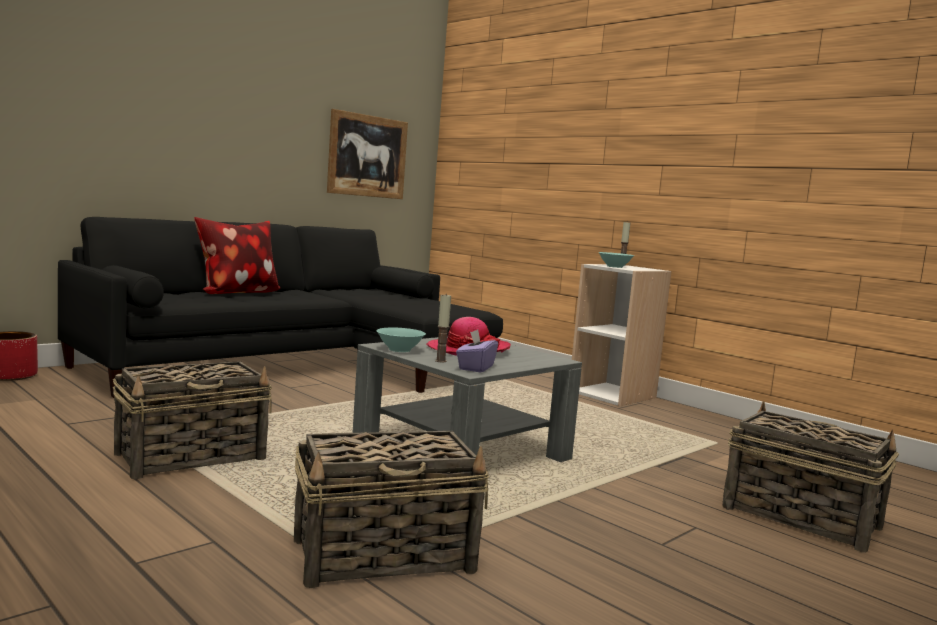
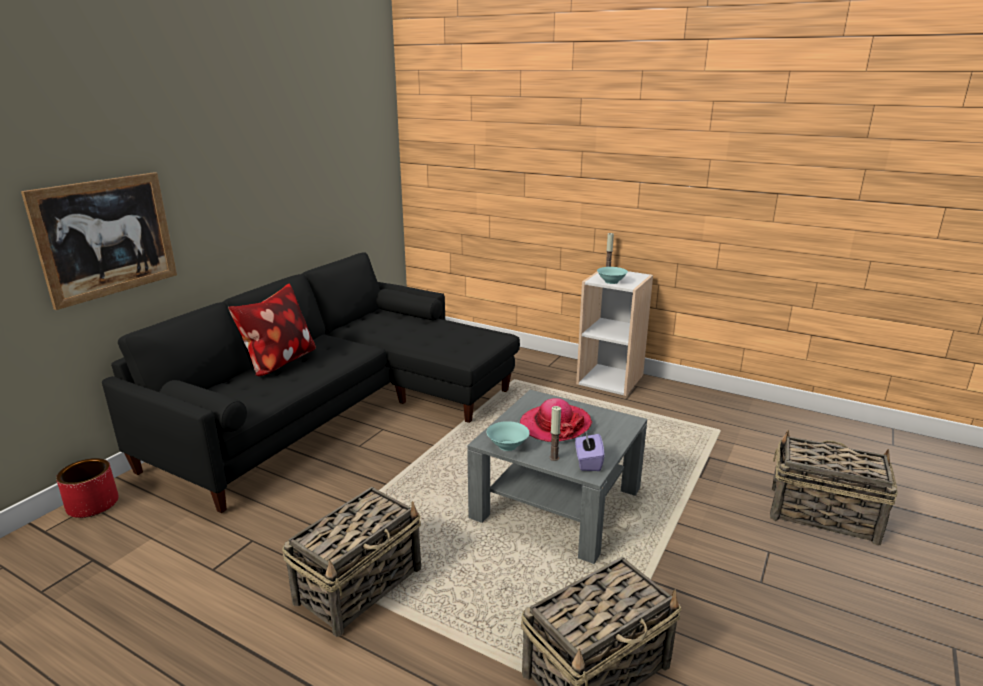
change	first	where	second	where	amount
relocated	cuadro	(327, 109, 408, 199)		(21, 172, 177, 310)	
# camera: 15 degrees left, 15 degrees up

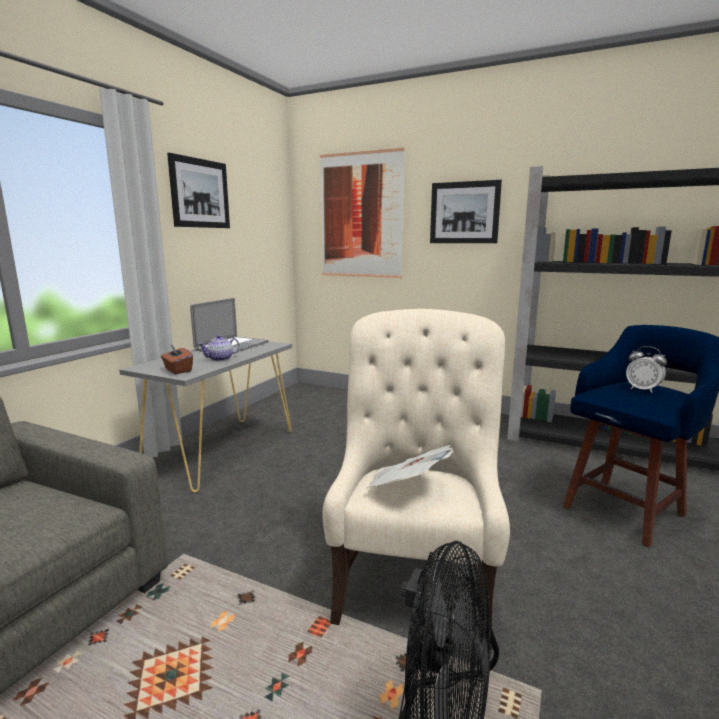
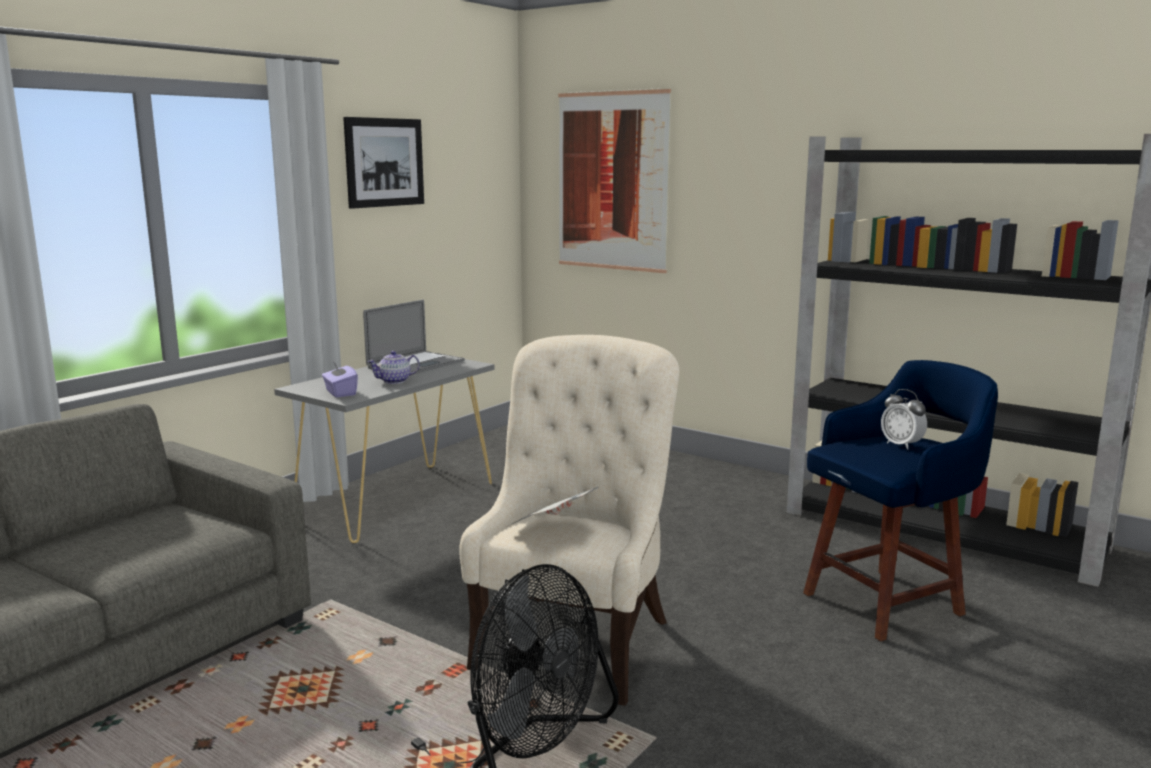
change	first	where	second	where	amount
missing	cuadro	(430, 180, 502, 243)			
colour	caja de pañuelos (marrón)	(161, 344, 193, 374)	caja de pañuelos (morado)	(322, 361, 358, 398)	
# camera: 10 degrees right, 0 degrees up

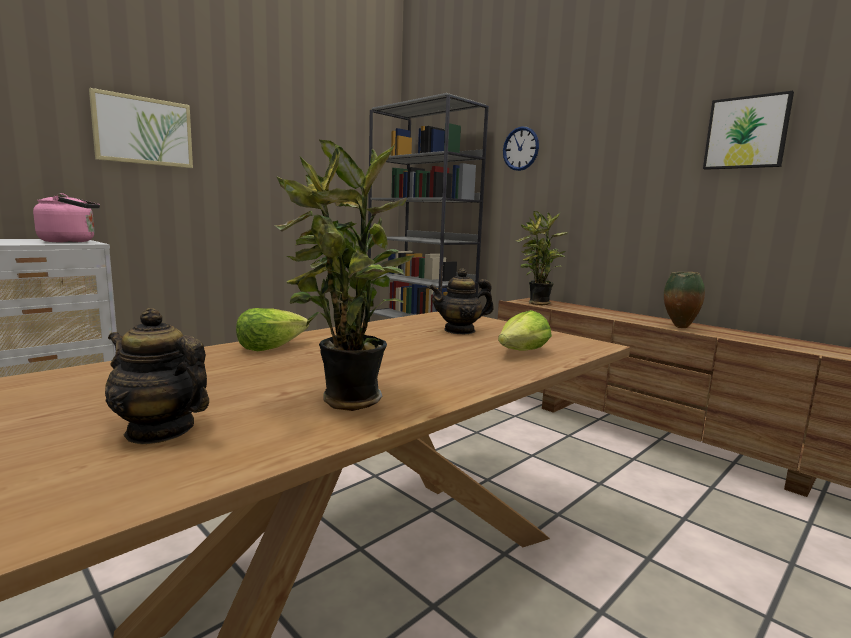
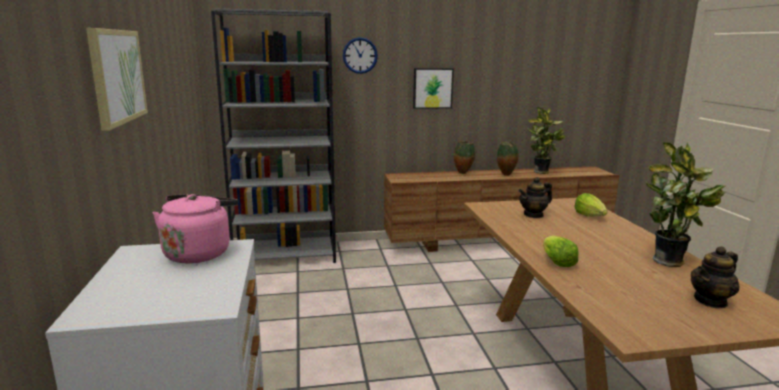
change	first	where	second	where	amount
appeared			florero	(454, 140, 475, 174)	
relocated	planta en maceta	(516, 211, 568, 305)		(528, 107, 565, 174)	
relocated	cuadro	(703, 91, 794, 170)		(413, 68, 454, 109)	
spun	tetera	(429, 268, 494, 334)		(519, 177, 552, 218)	45 degrees clockwise
# camera: 55 degrees left, 5 degrees up

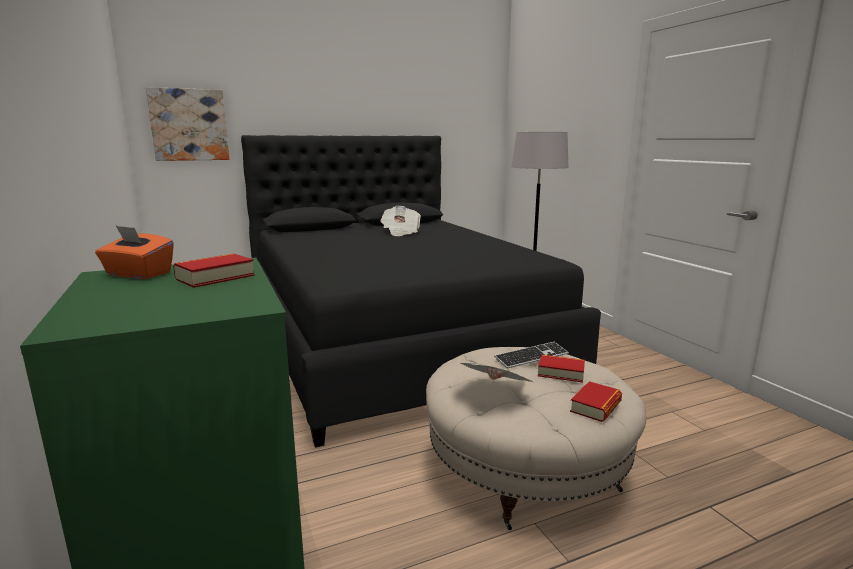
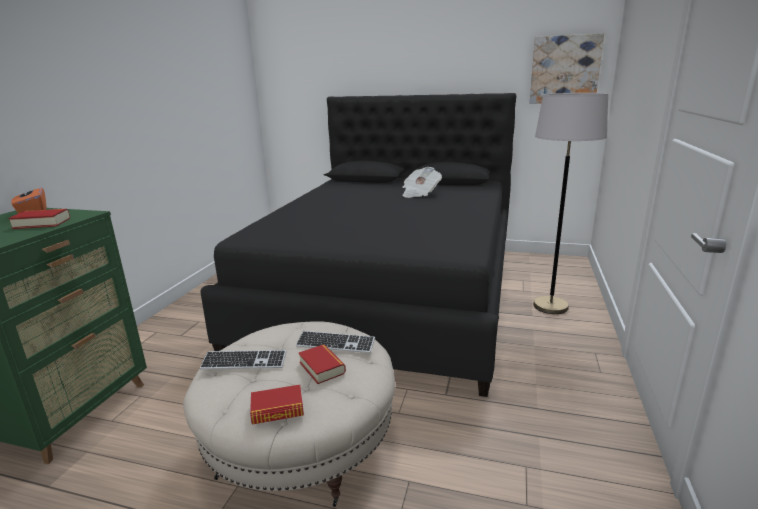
change	first	where	second	where	amount
relocated	cuadro	(146, 87, 229, 161)		(530, 33, 604, 104)	
exchanged	periódico	(454, 361, 533, 382)	teclado	(200, 350, 287, 369)	
# camera: 40 degrees right, 5 degrees up

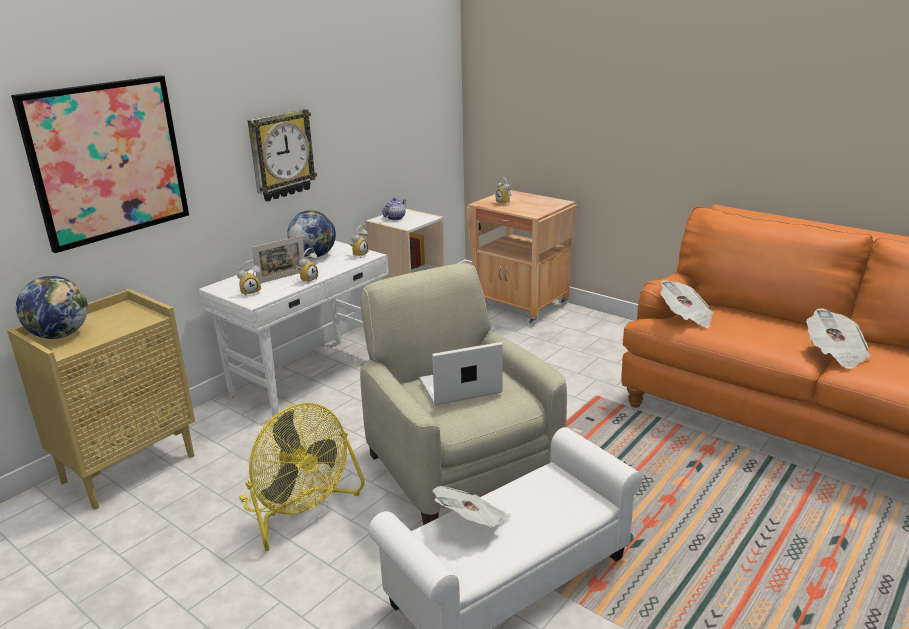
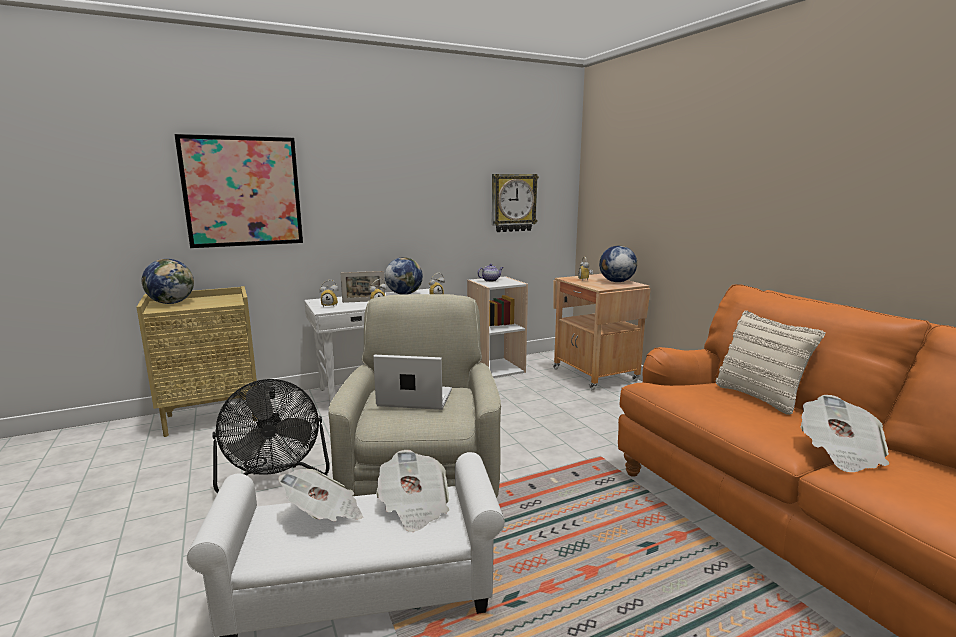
change	first	where	second	where	amount
appeared			globo terráqueo	(599, 245, 637, 282)	
appeared			cojín (beis)	(716, 310, 826, 415)	
relocated	reloj de pared	(248, 109, 317, 201)		(492, 174, 539, 232)	
relocated	periódico	(660, 280, 714, 328)		(376, 450, 449, 532)	
colour	ventilador (amarillo)	(239, 403, 365, 551)	ventilador (negro)	(212, 379, 330, 493)	
# camera: 25 degrees right, 10 degrees down

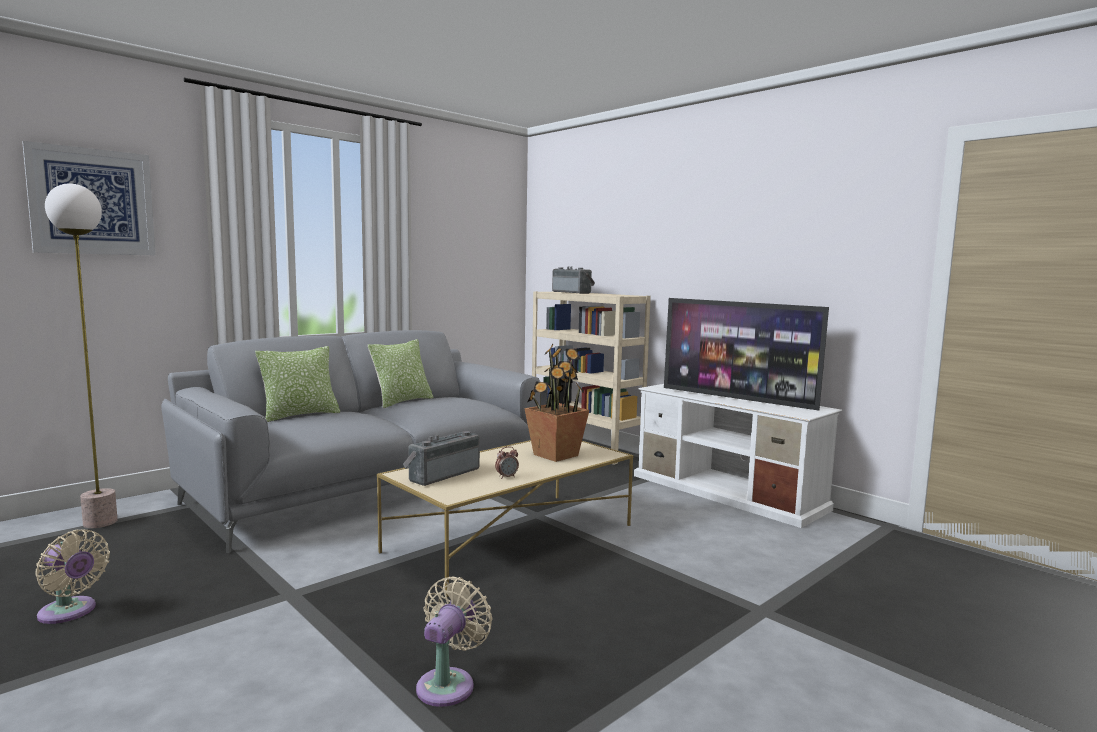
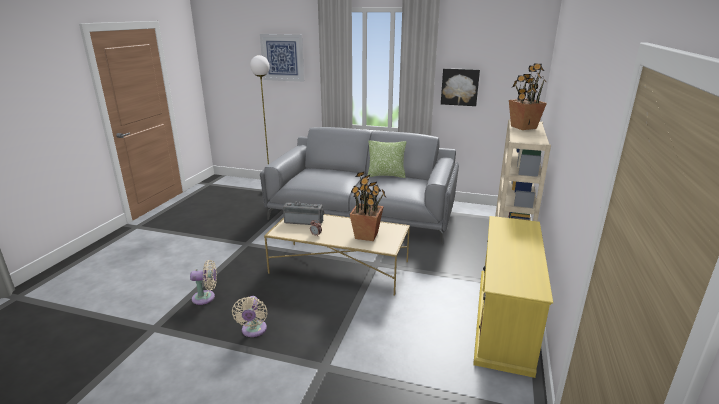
change	first	where	second	where	amount
missing	cojín	(255, 346, 340, 422)			
missing	televisor	(664, 298, 829, 410)			
appeared			cuadro	(441, 68, 480, 106)	
relocated	ventilador (beis)	(35, 530, 110, 624)		(232, 296, 268, 337)	
exchanged	radio	(552, 266, 595, 294)	planta en maceta	(509, 63, 547, 130)	
colour	mueble de televisión (blanco)	(634, 384, 842, 528)	mueble de televisión (amarillo)	(473, 216, 553, 378)	
# camera: 60 degrees right, 15 degrees up

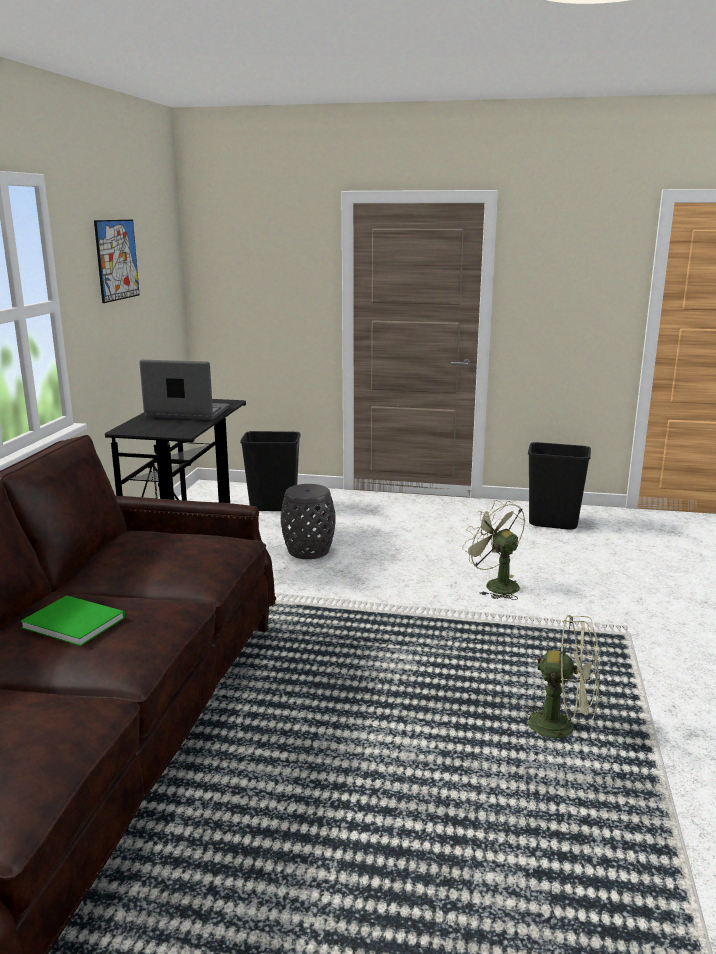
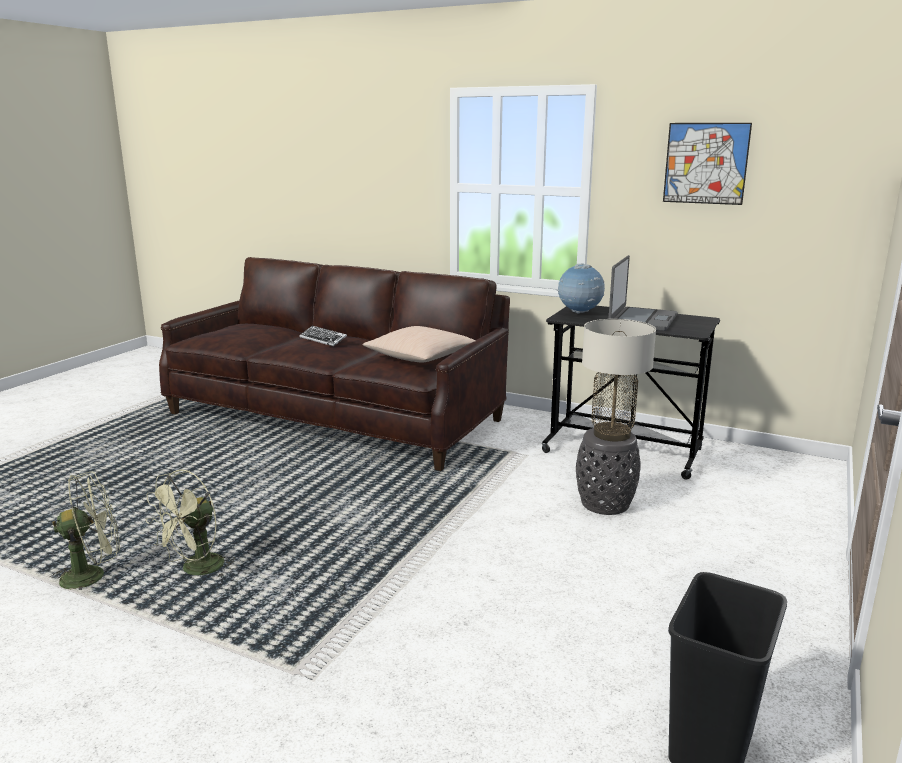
change	first	where	second	where	amount
missing	papelera (negro)	(240, 431, 301, 511)			
appeared			cojín (beis)	(362, 326, 476, 362)	
appeared			globo terráqueo	(557, 263, 605, 314)	
appeared			lámpara de mesa	(582, 319, 656, 441)	
relocated	ventilador (verde)	(462, 500, 525, 600)		(52, 472, 120, 590)	
exchanged	libro (verde)	(21, 595, 125, 646)	teclado	(299, 326, 347, 346)	
# camera: 105 degrees right, 0 degrees up

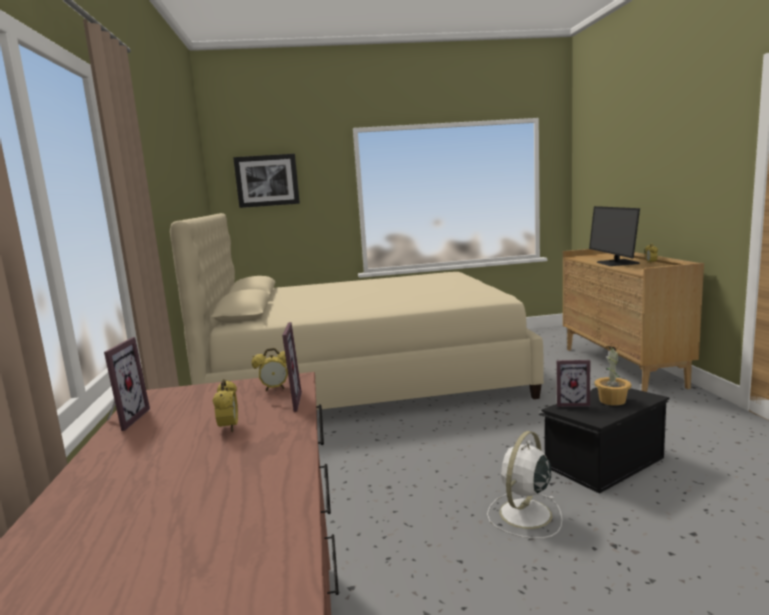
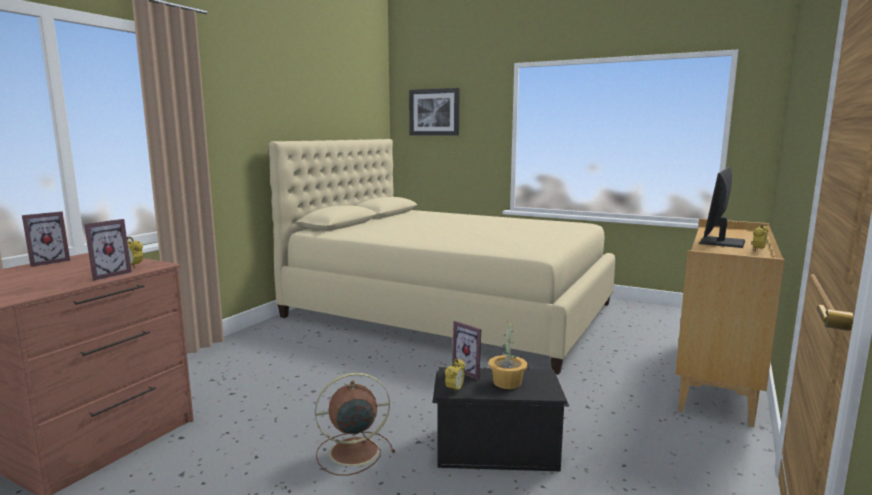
change	first	where	second	where	amount
relocated	despertador	(213, 379, 238, 432)		(445, 359, 465, 394)	
colour	ventilador (blanco)	(487, 431, 562, 539)	ventilador (marrón)	(315, 373, 395, 476)	
# camera: 35 degrees right, 0 degrees up

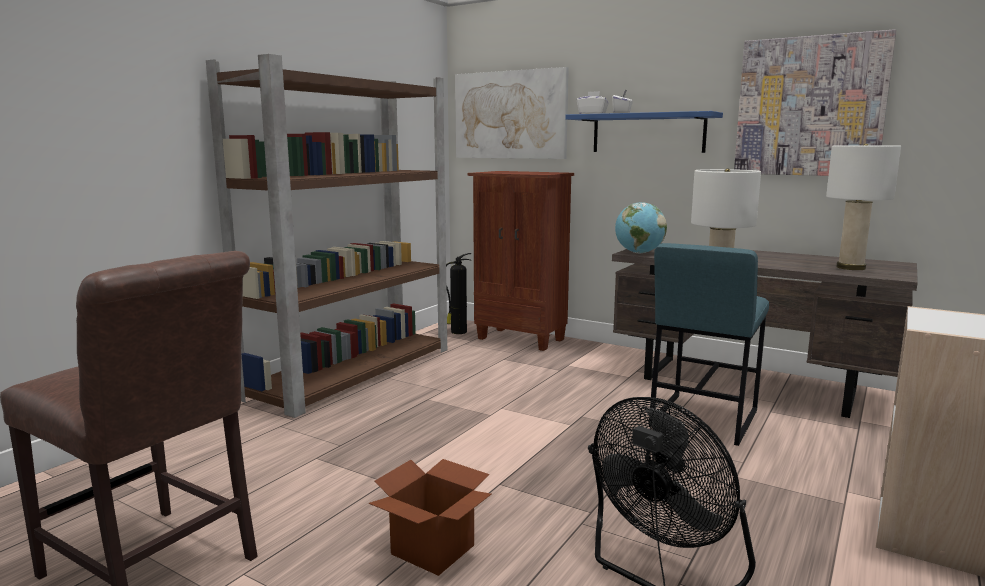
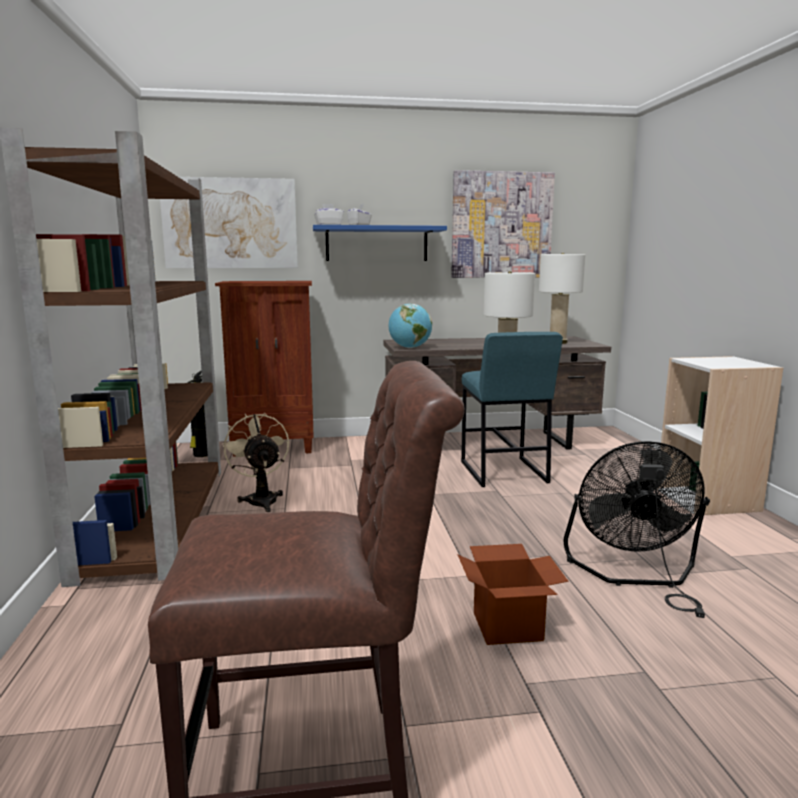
change	first	where	second	where	amount
appeared			ventilador (beis)	(222, 413, 289, 512)	
# camera: 40 degrees left, 0 degrees up

